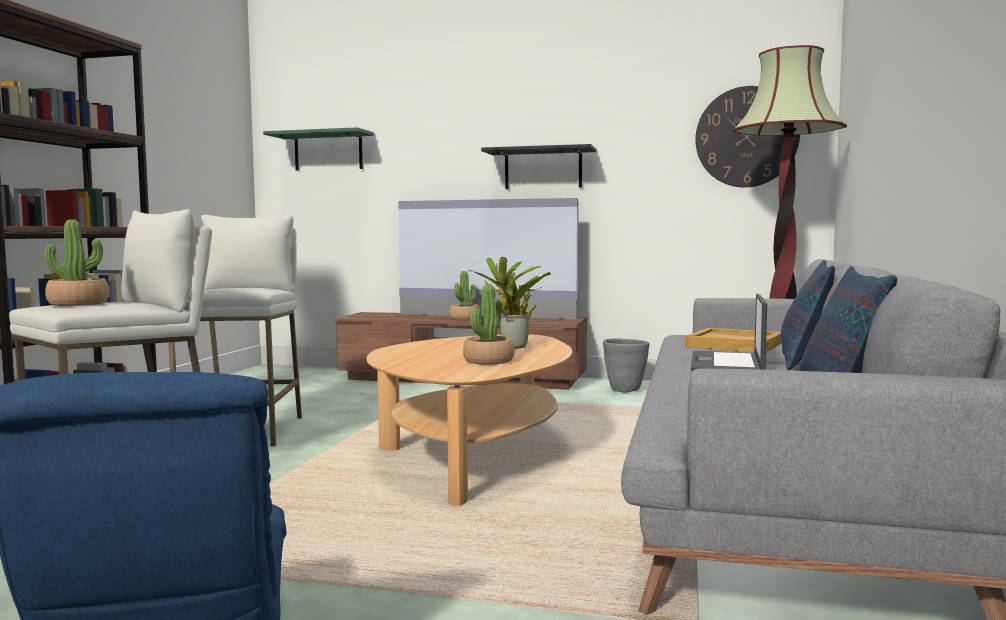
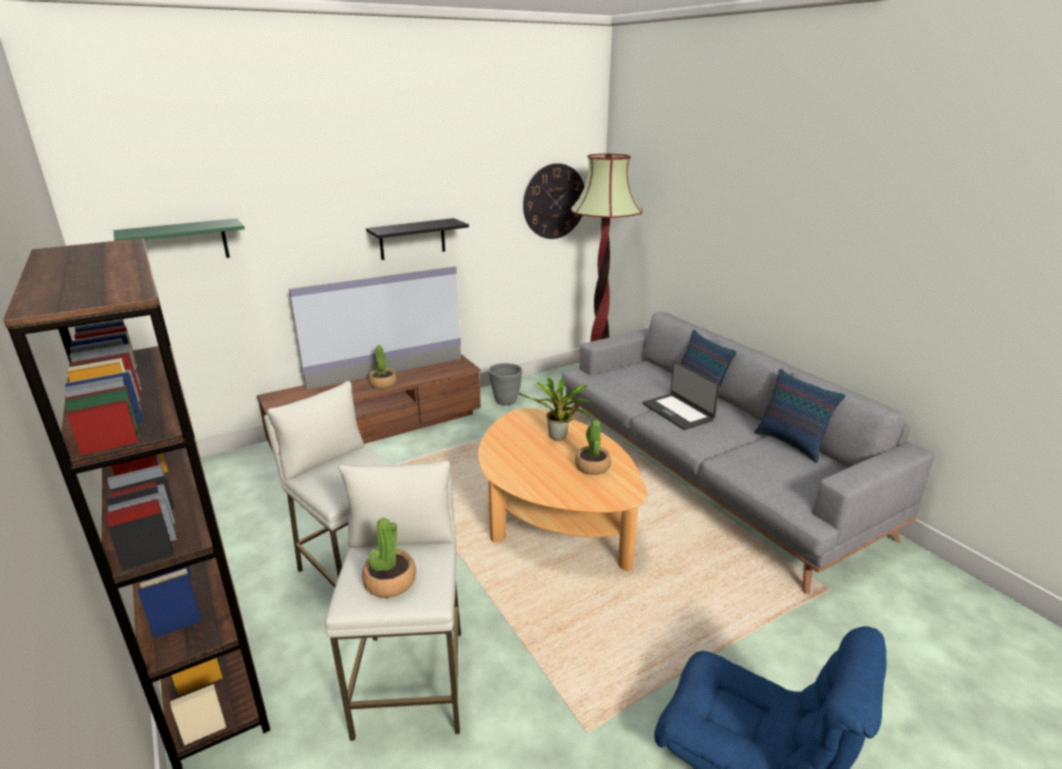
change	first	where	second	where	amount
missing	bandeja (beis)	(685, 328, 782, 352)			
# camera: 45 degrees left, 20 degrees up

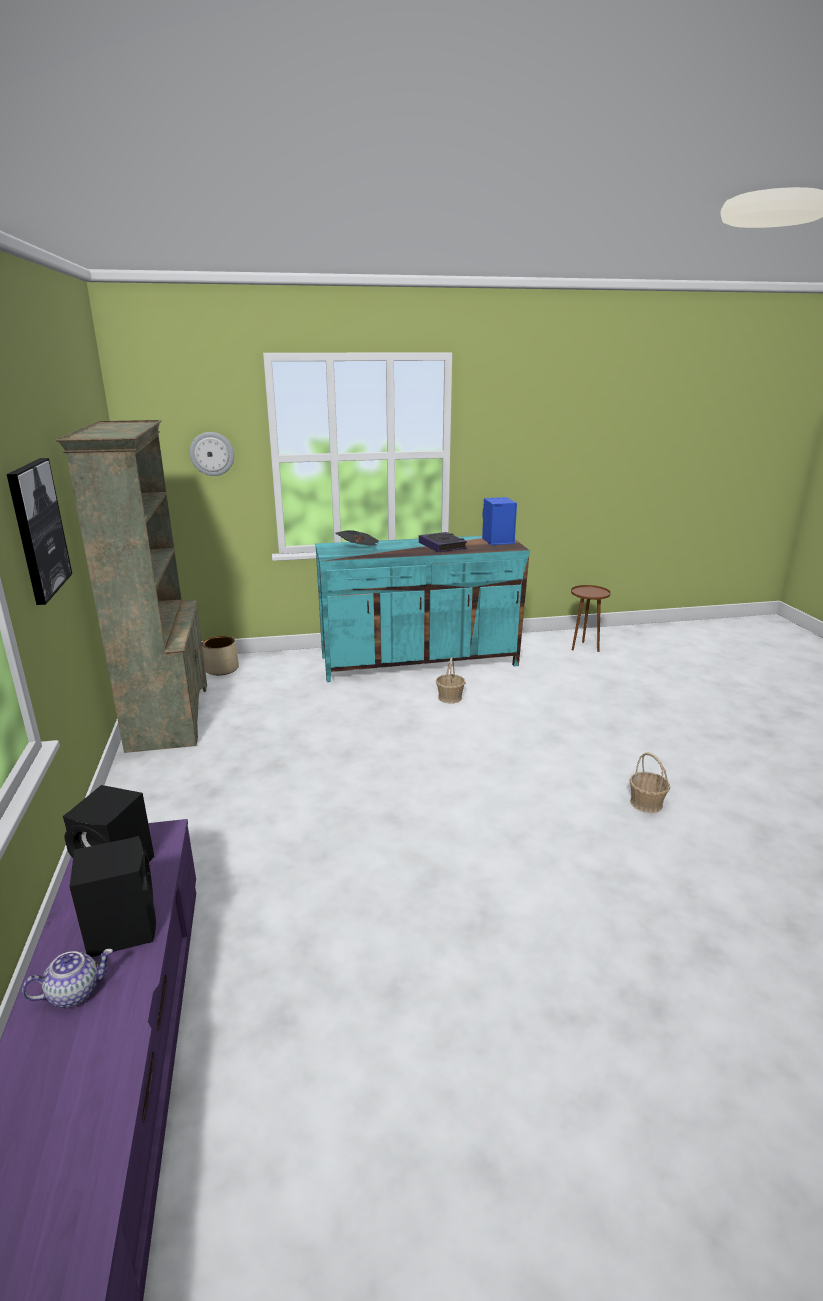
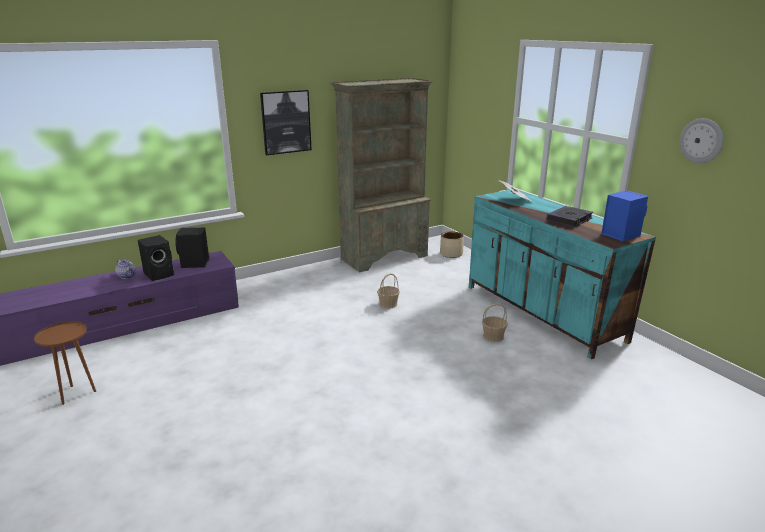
change	first	where	second	where	amount
relocated	reloj de pared	(190, 432, 234, 476)		(680, 118, 724, 163)	
relocated	mesa auxiliar (marrón)	(571, 585, 611, 652)		(34, 321, 96, 405)	
relocated	cesta	(629, 752, 670, 813)		(377, 273, 400, 309)	
# camera: 70 degrees right, 0 degrees up

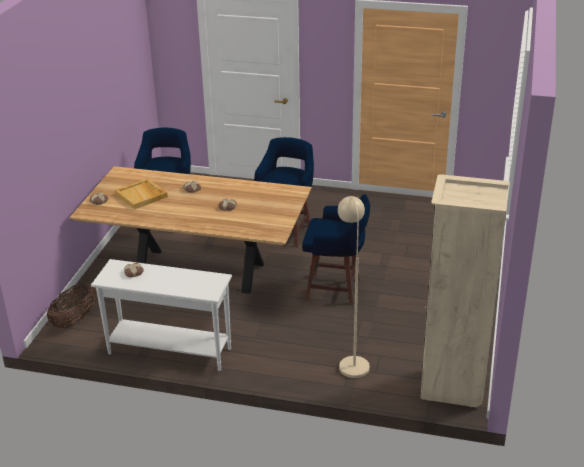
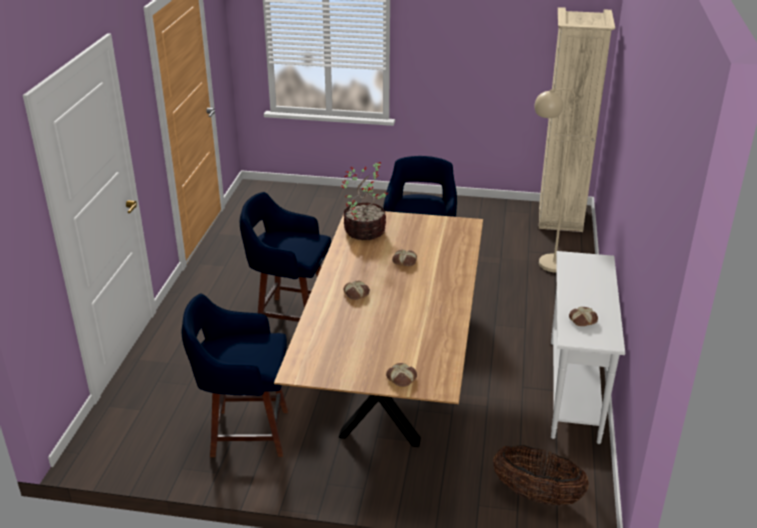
change	first	where	second	where	amount
missing	bandeja (beis)	(115, 178, 168, 209)			
appeared			planta en maceta	(341, 162, 388, 240)	
# camera: 95 degrees left, 0 degrees up

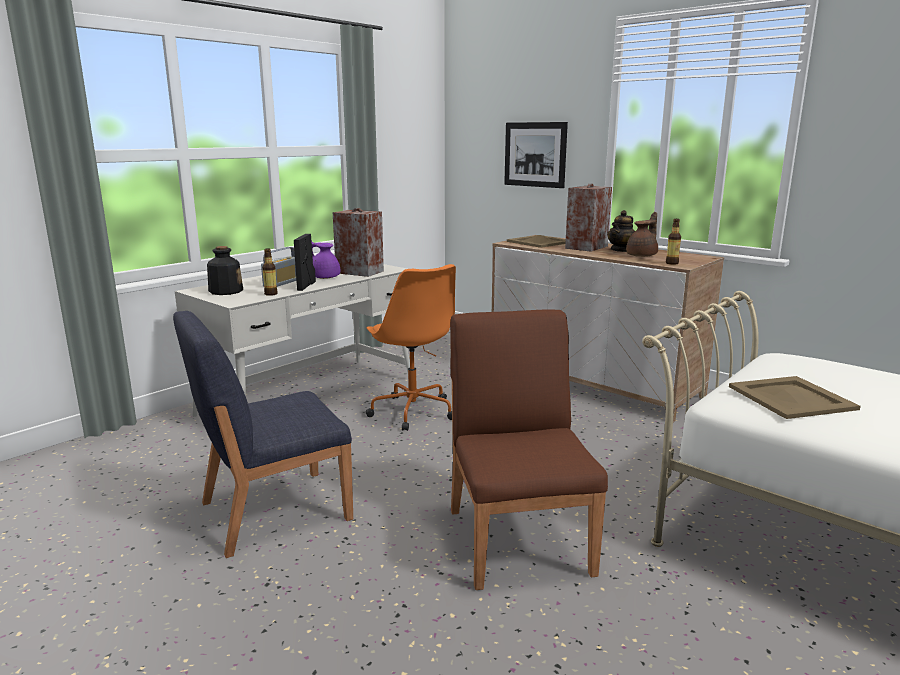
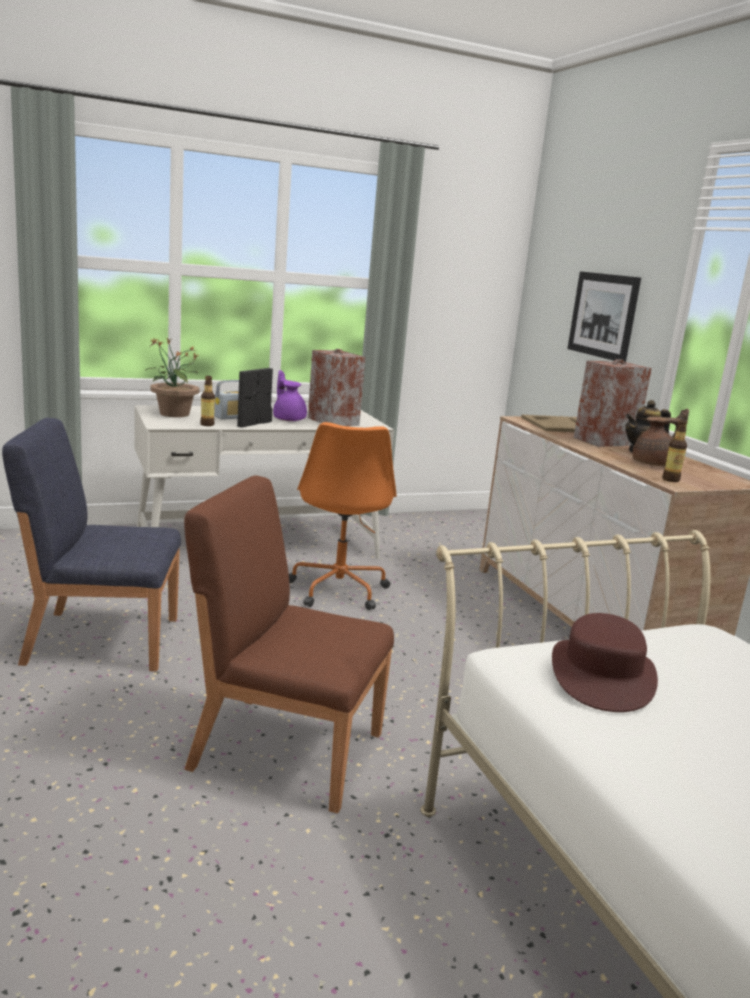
change	first	where	second	where	amount
exchanged	botella	(207, 246, 243, 295)	planta en maceta	(144, 337, 200, 417)	
exchanged	bandeja (beis)	(729, 376, 861, 419)	sombrero (marrón)	(552, 613, 658, 712)	
spun	silla (marrón)	(450, 309, 608, 590)		(184, 475, 394, 813)	90 degrees counterclockwise
# camera: 25 degrees right, 0 degrees up

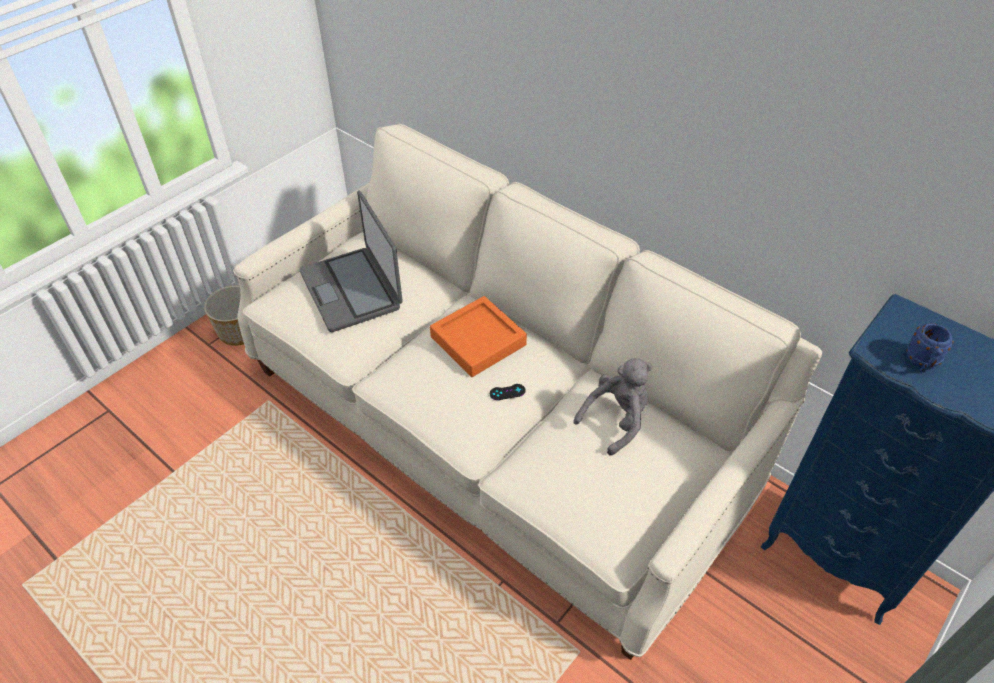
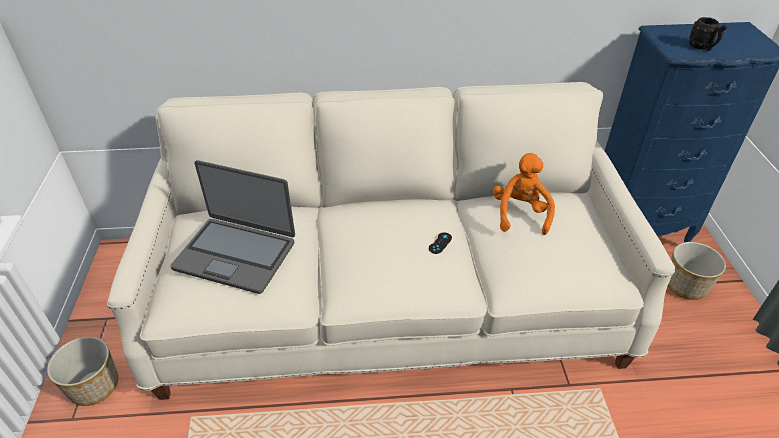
change	first	where	second	where	amount
missing	bandeja (naranja)	(430, 296, 527, 377)			
appeared			maceta	(668, 242, 726, 300)	
colour	peluche (gris)	(573, 358, 652, 456)	peluche (naranja)	(493, 153, 555, 235)	
colour	taza grande (azul)	(907, 323, 954, 372)	taza grande (negro)	(689, 17, 727, 51)	
# camera: 45 degrees left, 5 degrees down

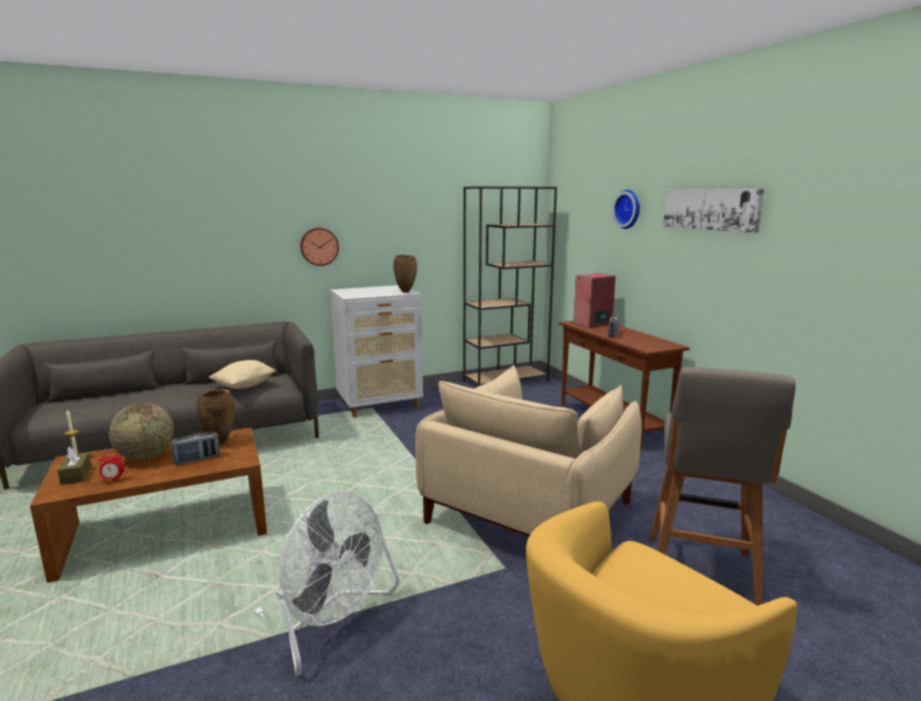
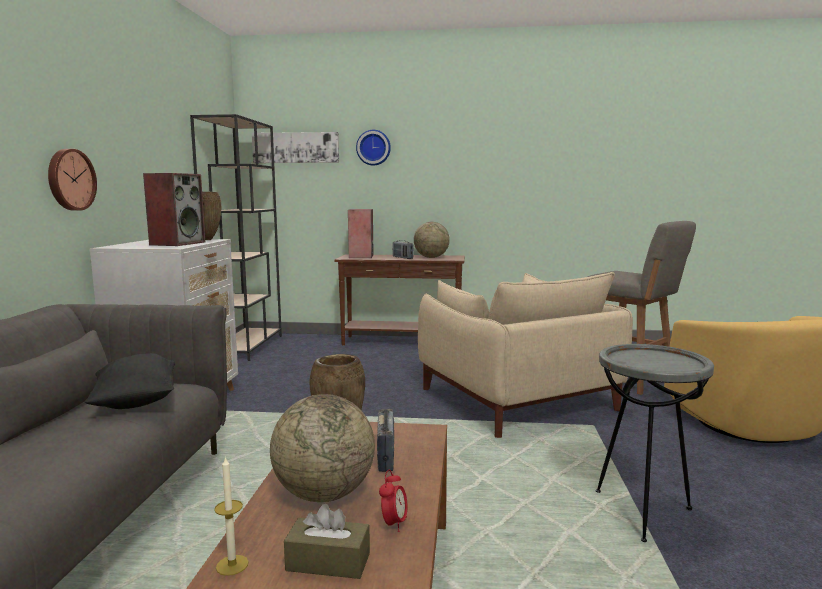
change	first	where	second	where	amount
appeared			altavoz	(143, 173, 205, 246)	
appeared			globo terráqueo	(414, 222, 450, 258)	
relocated	cuadro	(663, 189, 764, 233)		(252, 132, 339, 163)	
exchanged	ventilador (blanco)	(254, 491, 399, 676)	mesa auxiliar (gris)	(595, 344, 714, 542)	
colour	cojín (beis)	(209, 360, 276, 389)	cojín (negro)	(84, 353, 175, 409)	
# camera: 60 degrees left, 5 degrees down

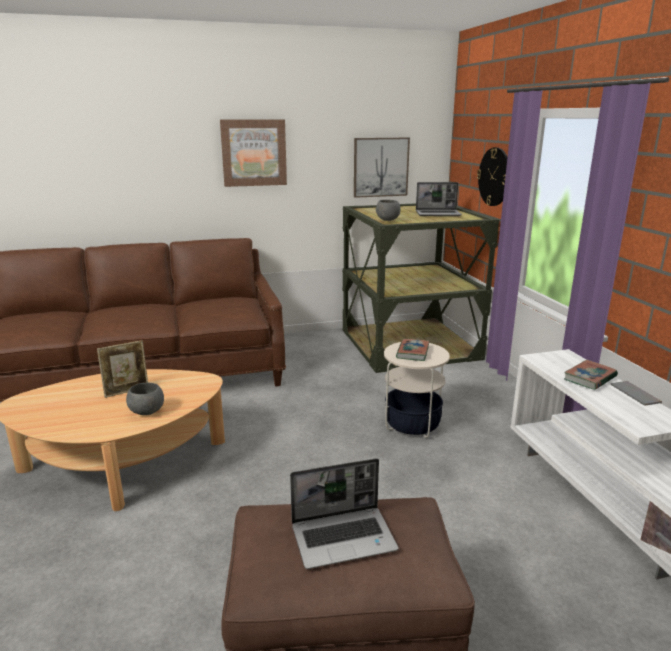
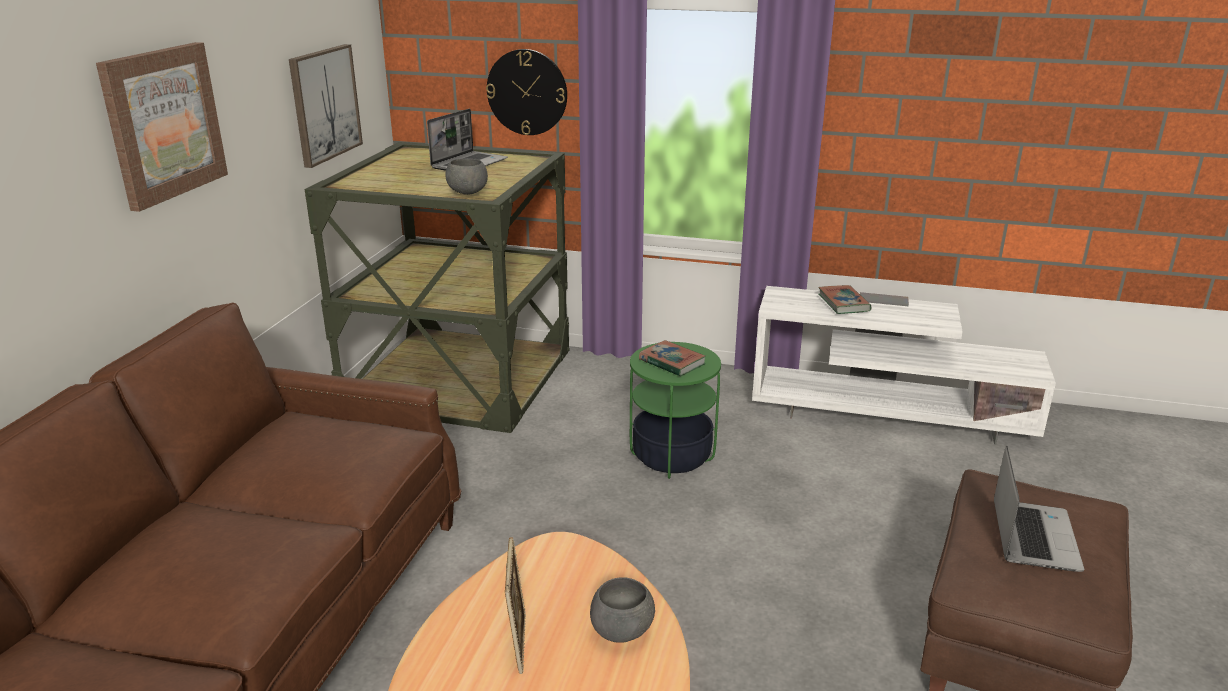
change	first	where	second	where	amount
colour	mesa auxiliar (beis)	(384, 342, 450, 438)	mesa auxiliar (verde)	(630, 342, 721, 479)	
# camera: 60 degrees left, 5 degrees up

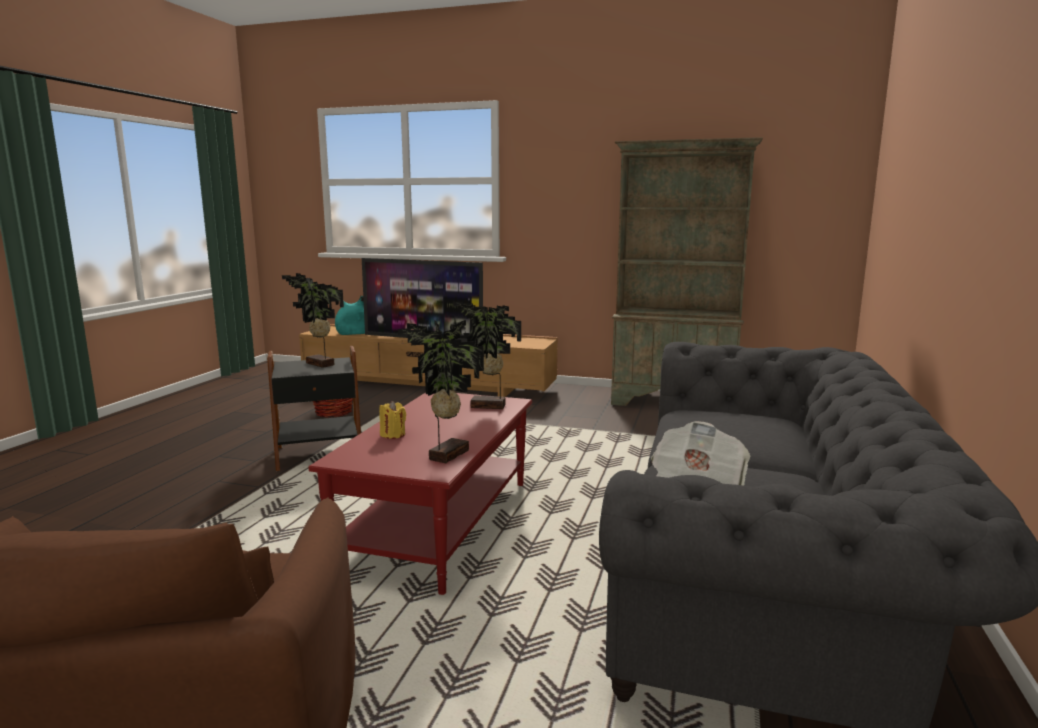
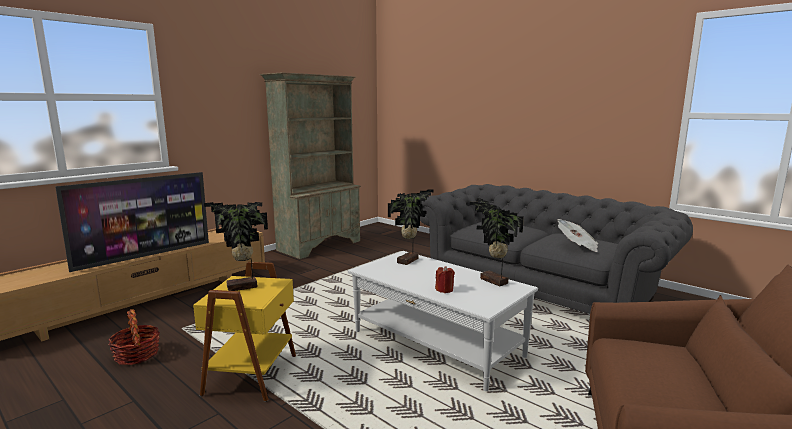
change	first	where	second	where	amount
missing	florero (turquesa)	(335, 296, 365, 335)			
colour	mesa auxiliar (negro)	(267, 346, 361, 472)	mesa auxiliar (amarillo)	(193, 262, 296, 402)	
colour	mesa de centro (rojo)	(308, 392, 532, 595)	mesa de centro (blanco)	(348, 251, 538, 391)	
colour	vela (amarillo)	(379, 401, 406, 439)	vela (rojo)	(435, 266, 455, 293)	
# camera: 65 degrees left, 0 degrees up

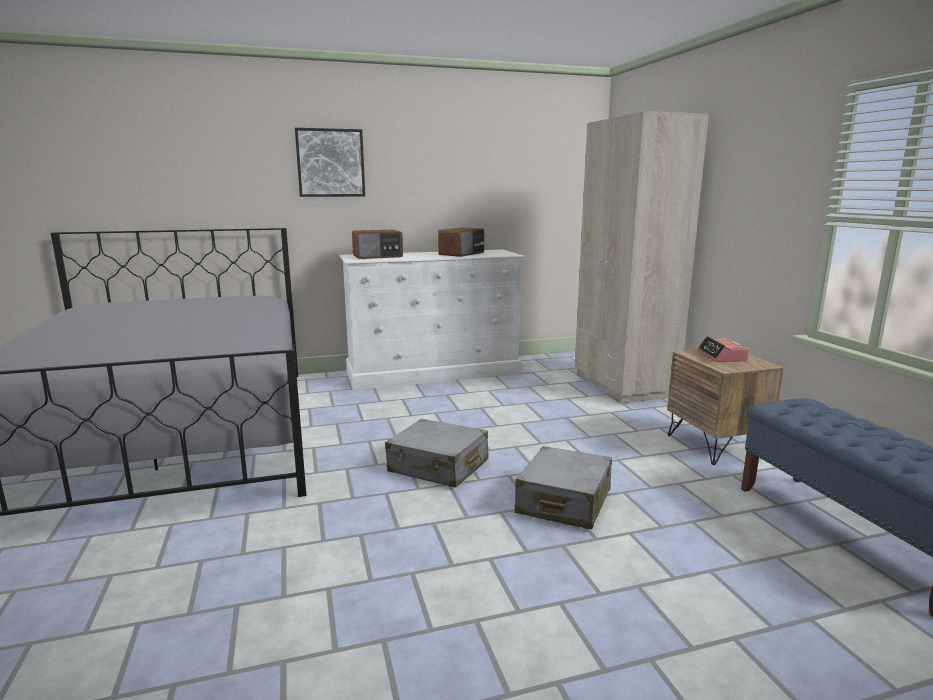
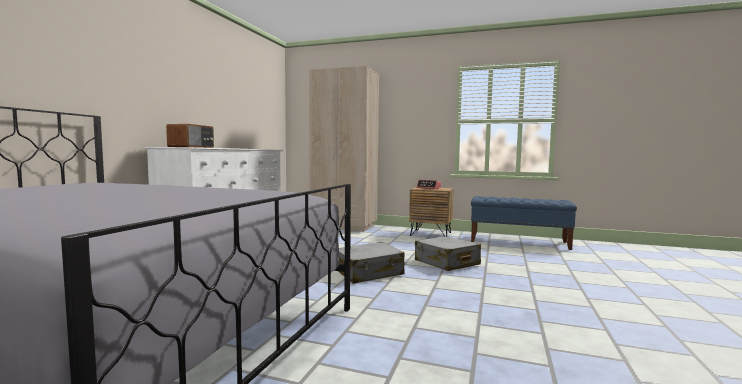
change	first	where	second	where	amount
missing	cuadro	(295, 128, 365, 197)			
missing	radio	(438, 228, 484, 257)			
# camera: 55 degrees left, 10 degrees down

